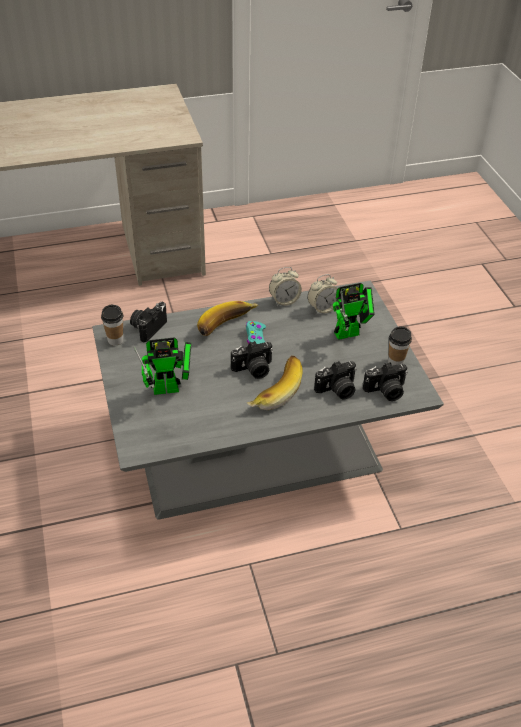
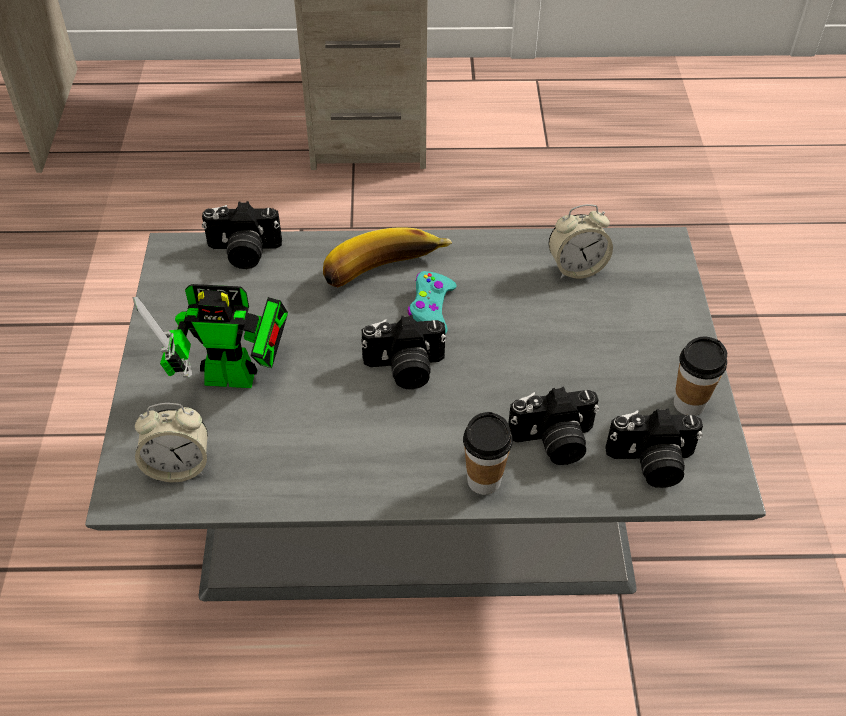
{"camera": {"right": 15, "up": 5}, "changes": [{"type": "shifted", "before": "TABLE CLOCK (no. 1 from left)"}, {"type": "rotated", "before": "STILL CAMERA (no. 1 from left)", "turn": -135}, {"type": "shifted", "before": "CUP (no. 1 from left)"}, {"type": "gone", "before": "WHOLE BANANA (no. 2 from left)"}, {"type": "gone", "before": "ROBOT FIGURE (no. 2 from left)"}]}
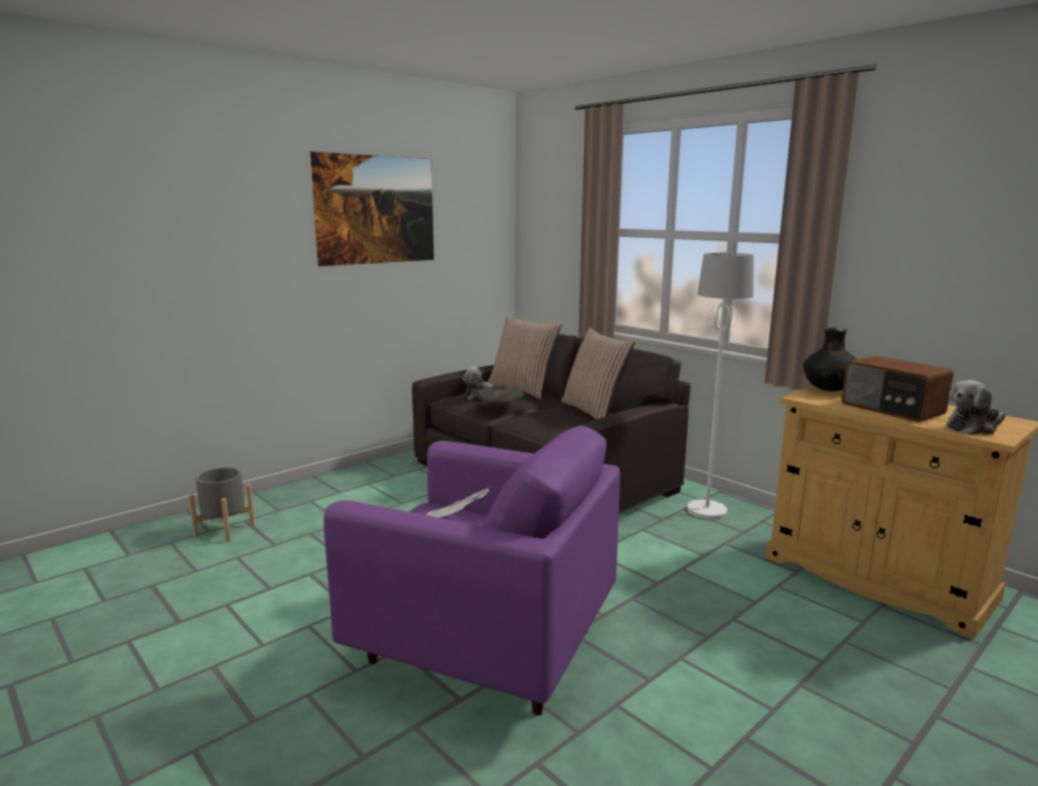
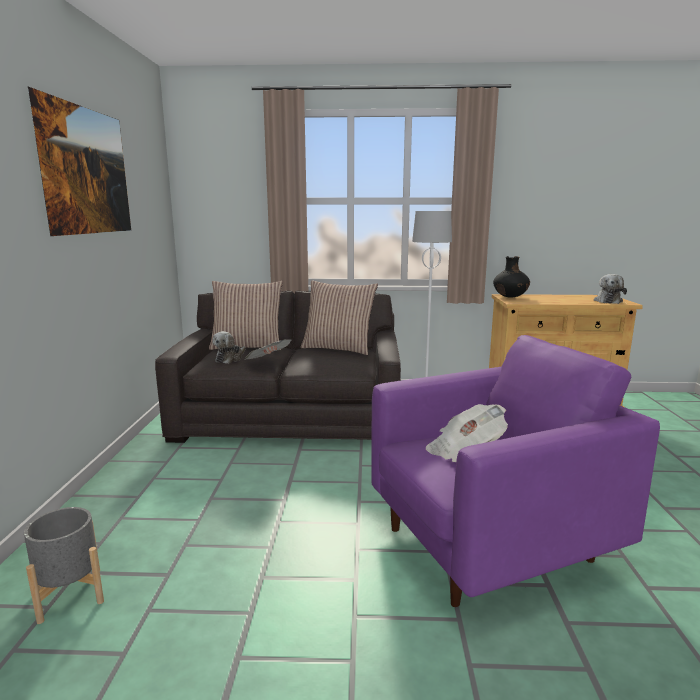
{"camera": {"right": -45, "up": 0}, "changes": [{"type": "gone", "before": "RADIO"}]}
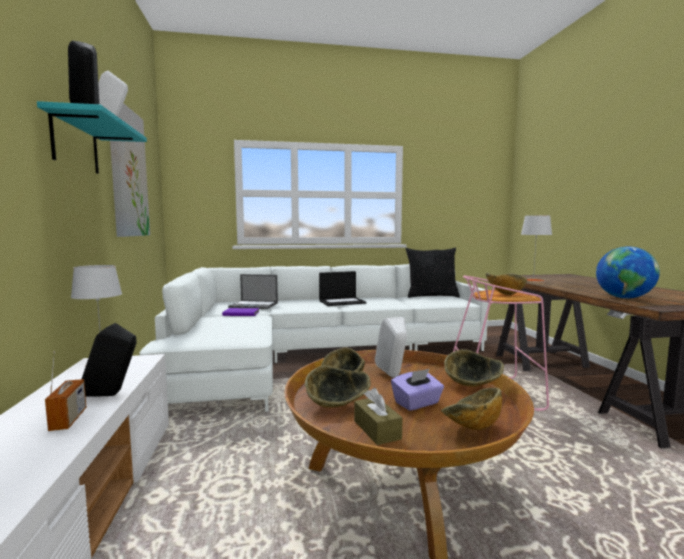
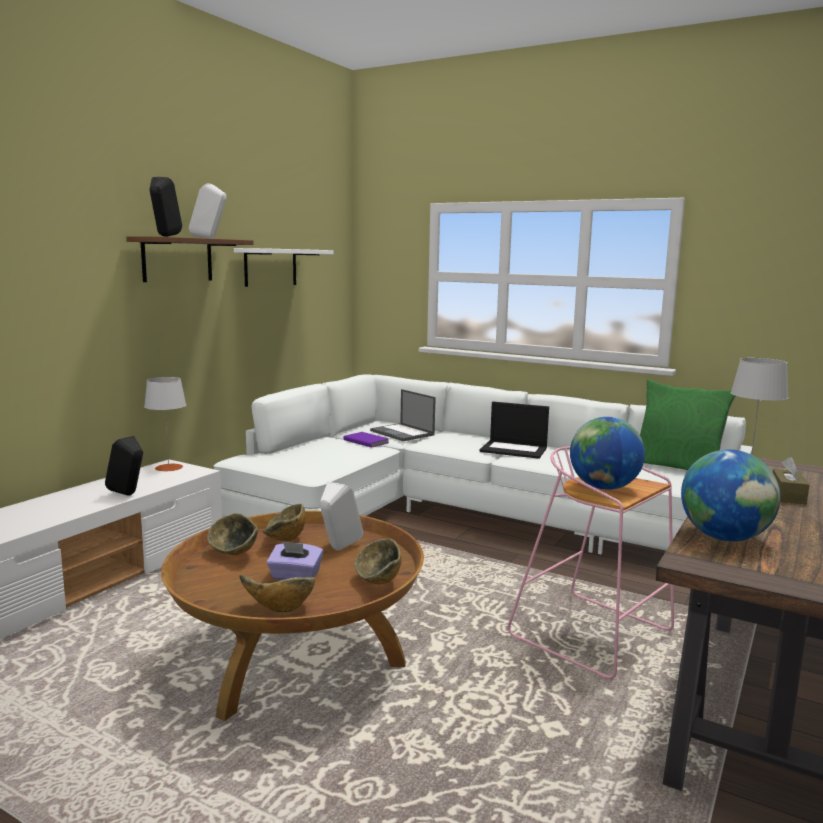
{"camera": {"right": 40, "up": 5}, "changes": [{"type": "repainted", "before": "TURQUOISE BRACKET SHELF", "after": "BROWN BRACKET SHELF"}, {"type": "swapped", "before": "WALL ART", "after": "WHITE-COLOURED BRACKET SHELF"}, {"type": "swapped", "before": "SERVING BOWL (no. 5 from left)", "after": "WORLD GLOBE (no. 1 from left)"}, {"type": "repainted", "before": "BLACKISH PILLOW", "after": "GREENISH PILLOW"}, {"type": "shifted", "before": "BROWN BOX OF TISSUES"}, {"type": "gone", "before": "RADIO"}]}
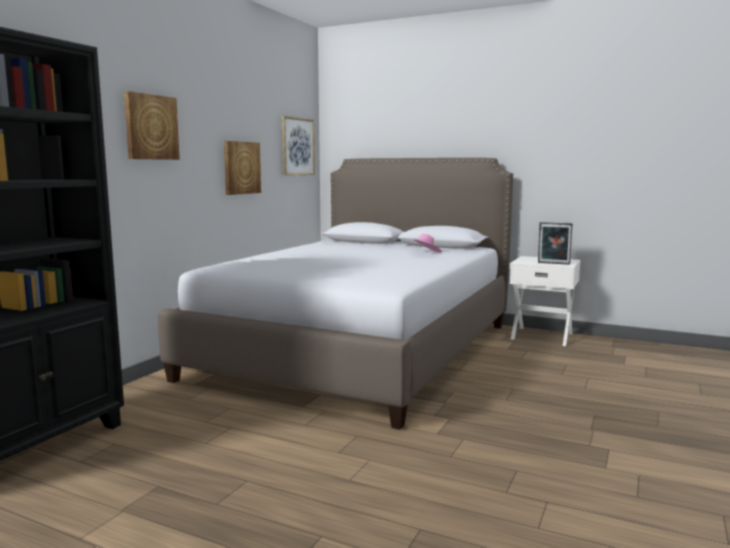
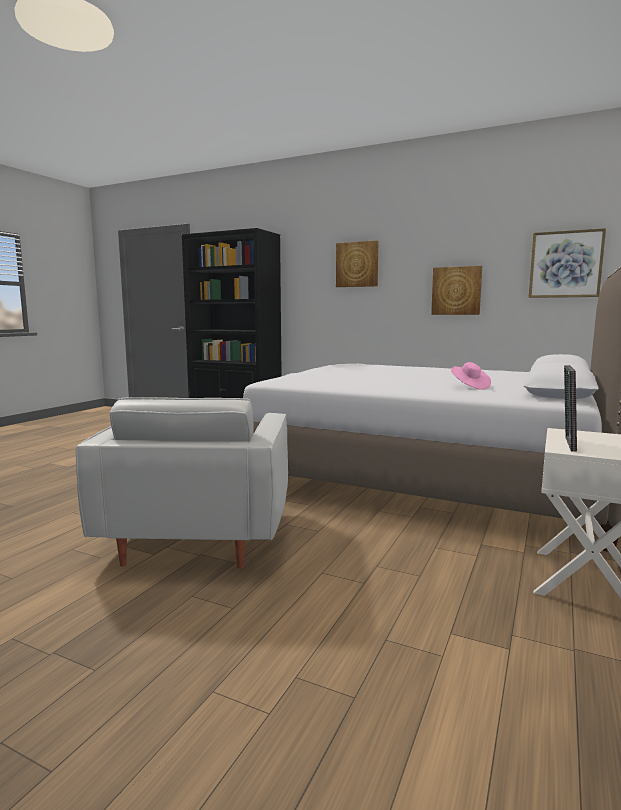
{"camera": {"right": 90, "up": 0}, "changes": [{"type": "new", "after": "WHITE-COLOURED EASY CHAIR"}]}
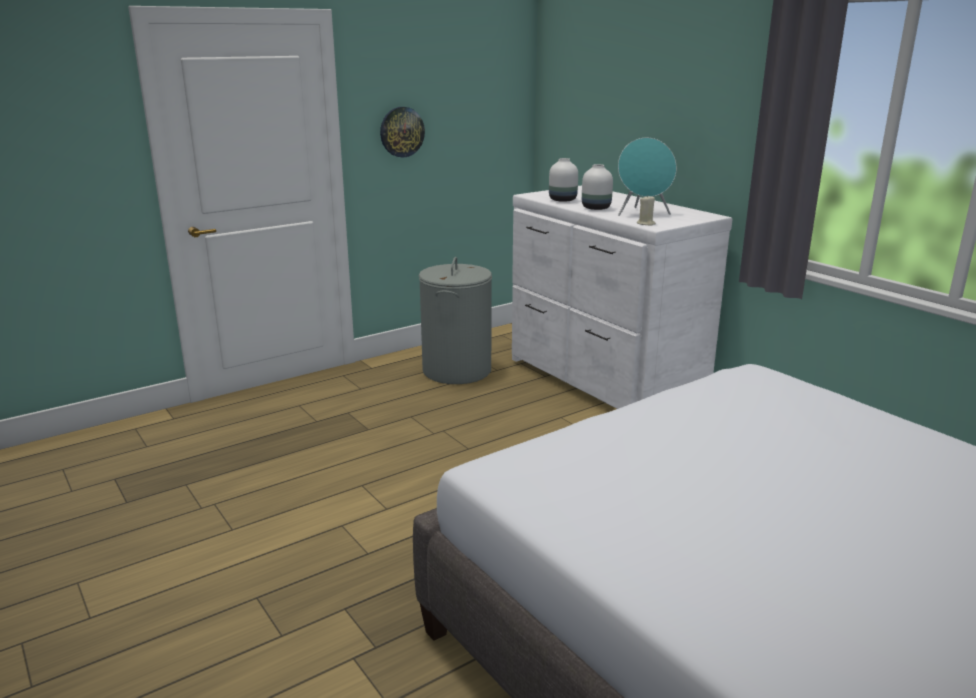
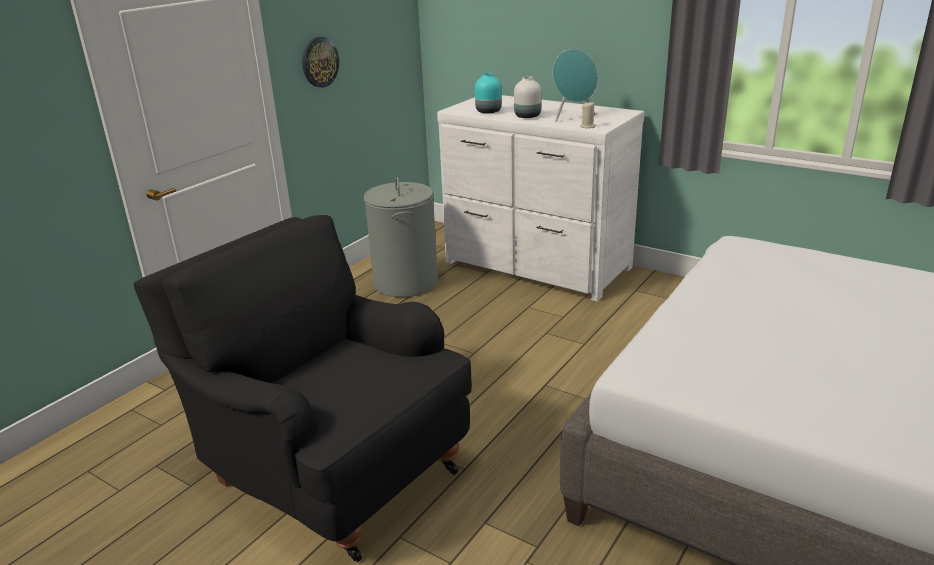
{"camera": {"right": -20, "up": 5}, "changes": [{"type": "new", "after": "BLACKISH EASY CHAIR"}, {"type": "repainted", "before": "WHITE-COLOURED VASE (no. 1 from left)", "after": "TURQUOISE VASE"}]}
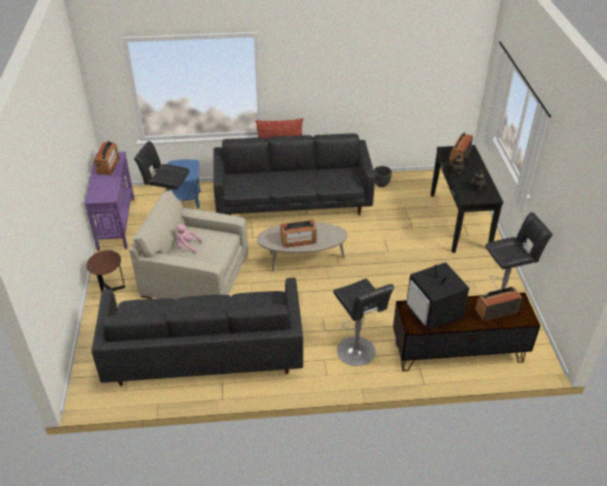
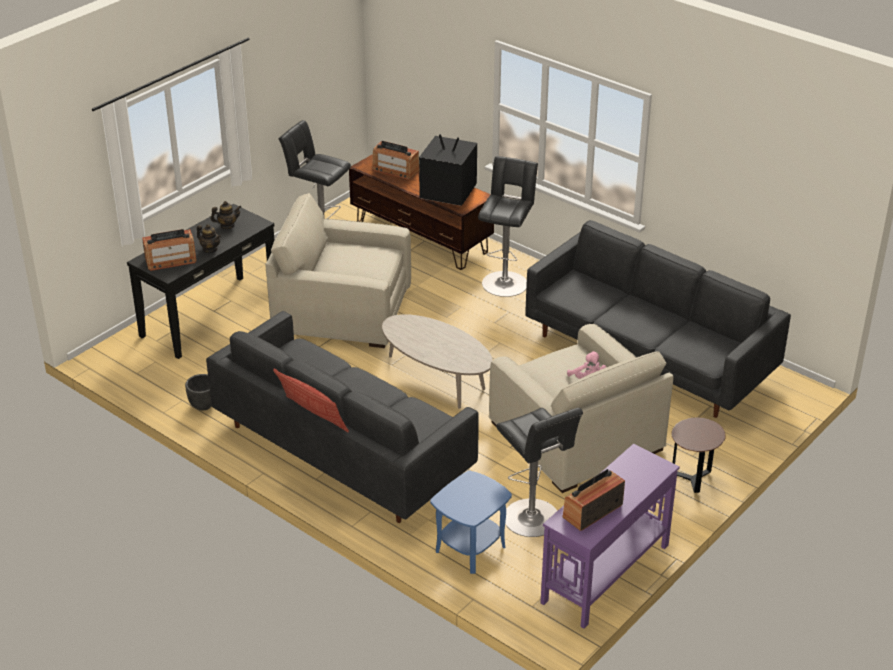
{"camera": {"right": -135, "up": -5}, "changes": [{"type": "new", "after": "SAND-COLOURED EASY CHAIR (no. 1 from left)"}, {"type": "rotated", "before": "TV", "turn": -90}, {"type": "gone", "before": "RADIO (no. 2 from left)"}]}
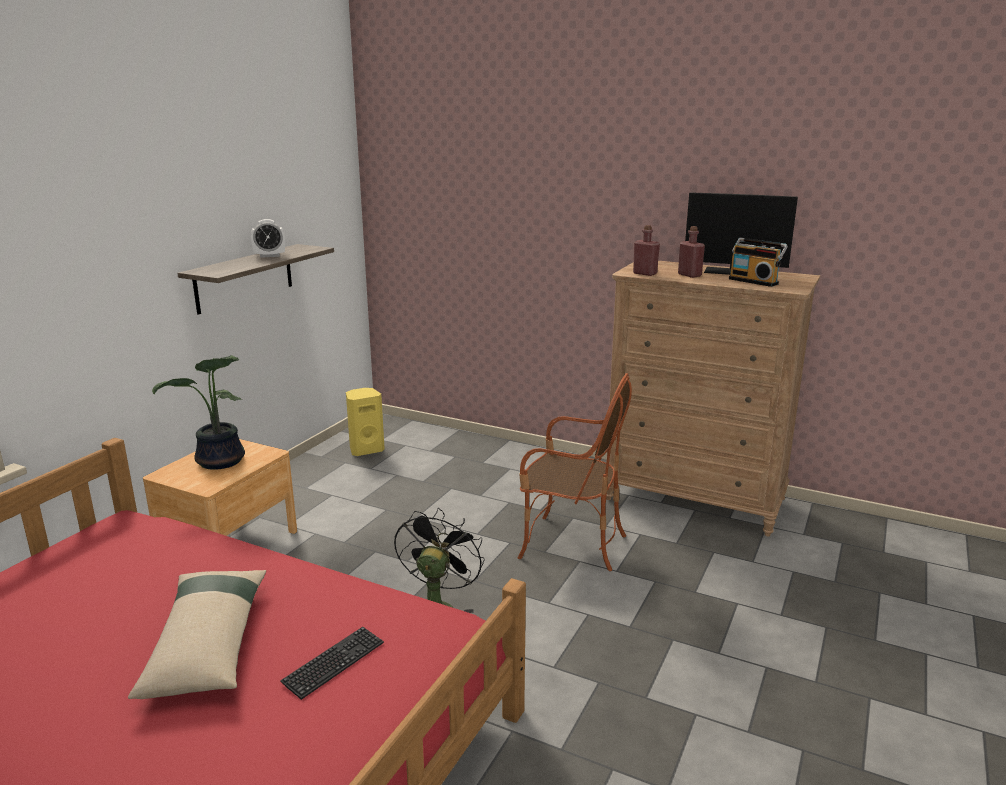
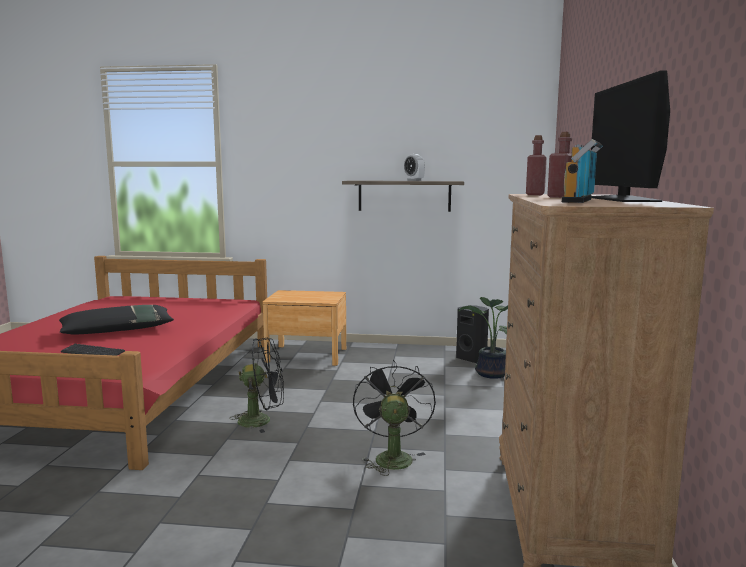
{"camera": {"right": 70, "up": -10}, "changes": [{"type": "repainted", "before": "SAND-COLOURED PILLOW", "after": "BLACKISH PILLOW"}, {"type": "swapped", "before": "EASY CHAIR", "after": "BLACKISH ELECTRIC FAN (no. 2 from left)"}, {"type": "repainted", "before": "YELLOWISH AUDIO SPEAKER", "after": "BLACKISH AUDIO SPEAKER"}, {"type": "shifted", "before": "HOUSEPLANT"}]}
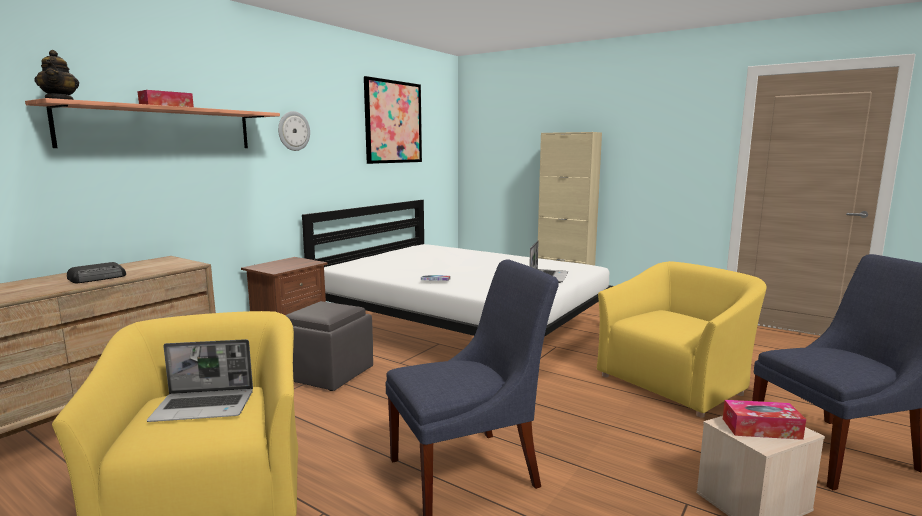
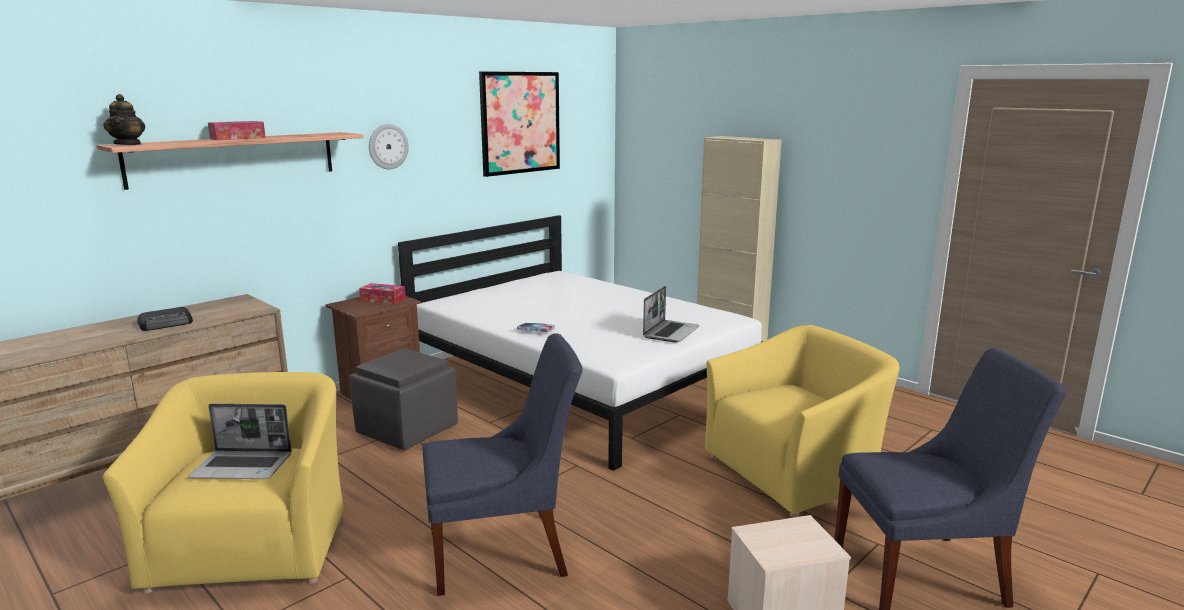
{"camera": {"right": 10, "up": 5}, "changes": [{"type": "shifted", "before": "BOX OF TISSUES (no. 2 from left)"}]}
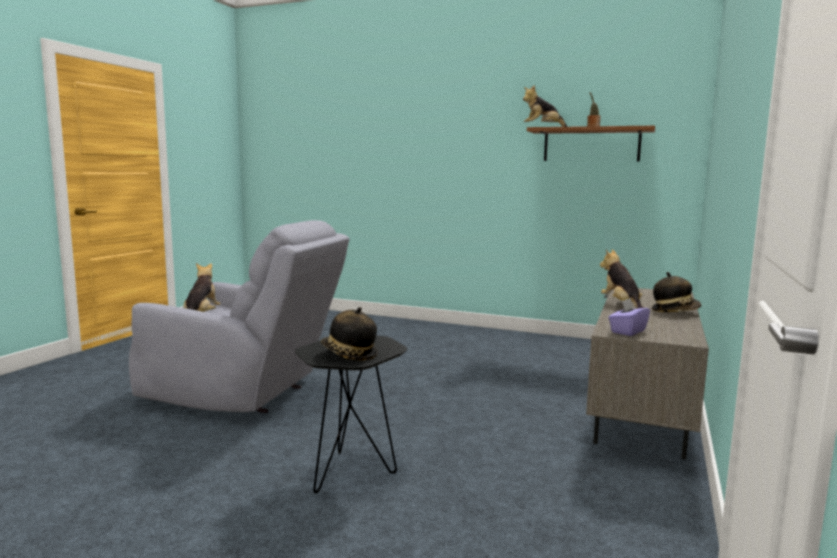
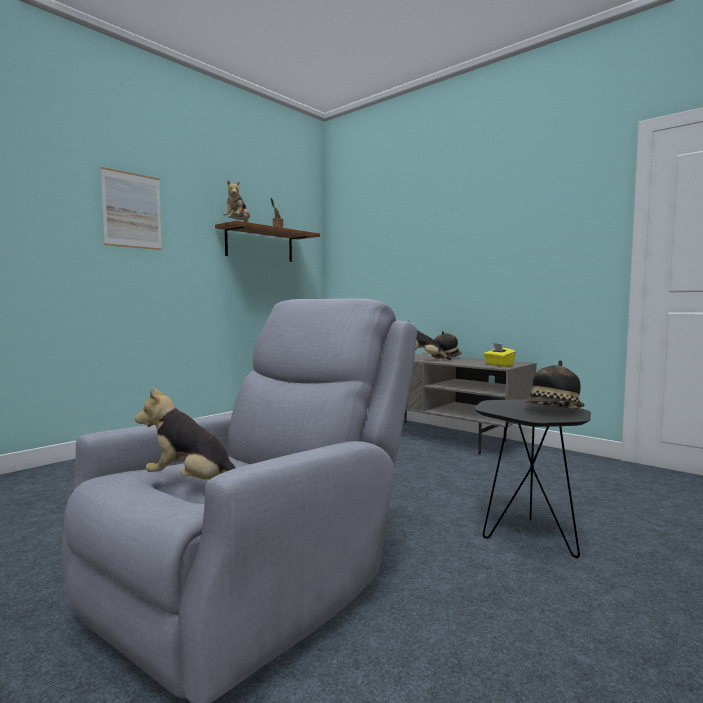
{"camera": {"right": -70, "up": -5}, "changes": [{"type": "new", "after": "WALL ART"}, {"type": "repainted", "before": "PURPLE-COLOURED BOX OF TISSUES", "after": "YELLOWISH BOX OF TISSUES"}]}
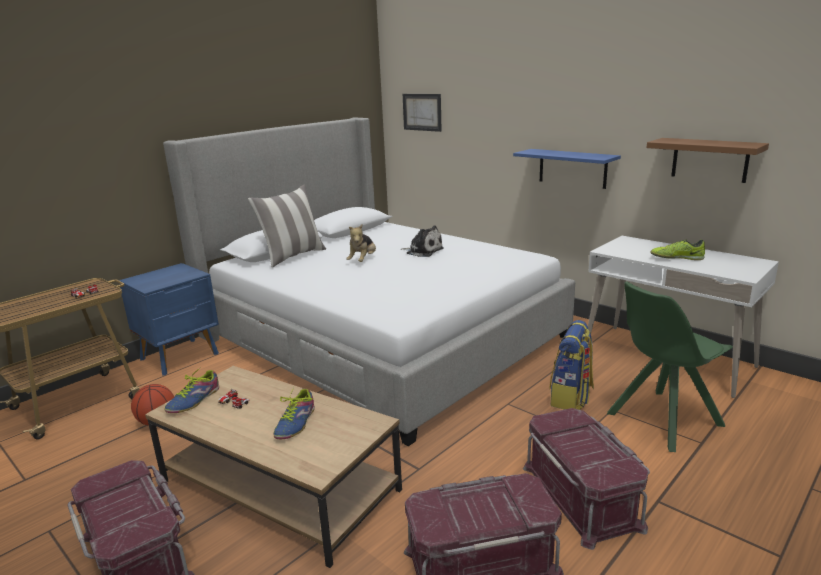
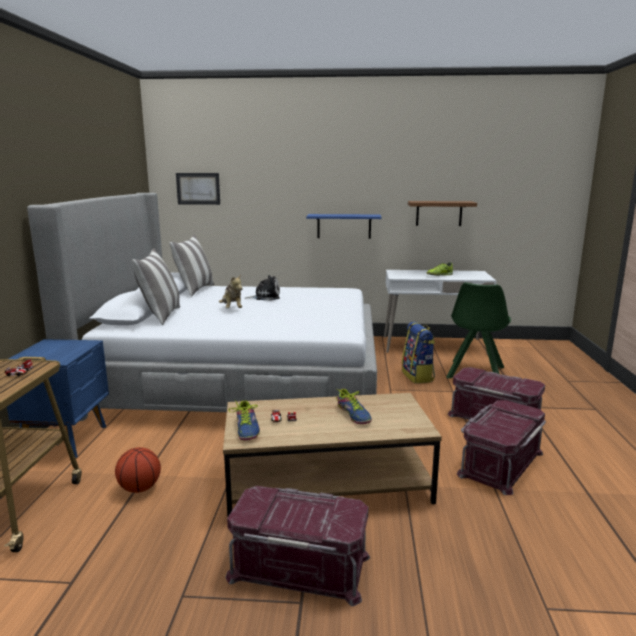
{"camera": {"right": -40, "up": -5}, "changes": [{"type": "new", "after": "PILLOW (no. 2 from left)"}]}
